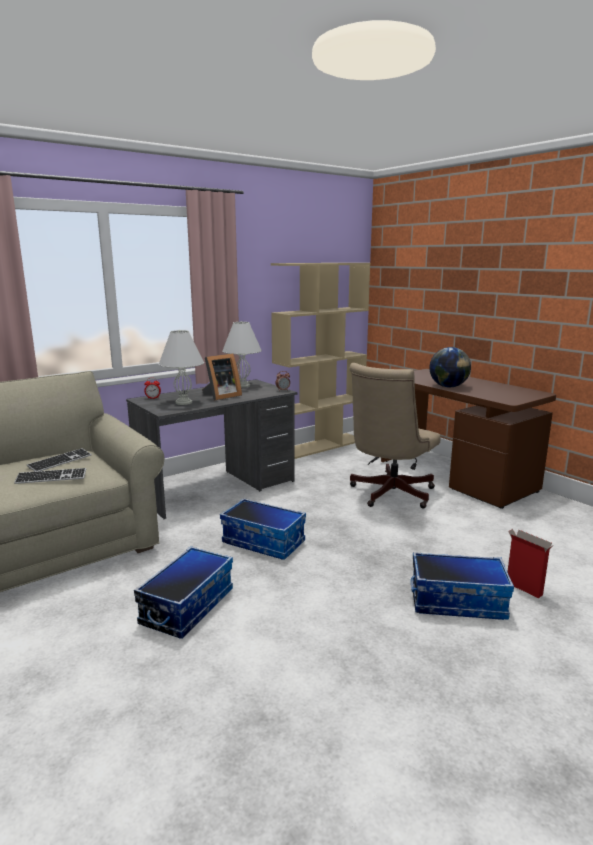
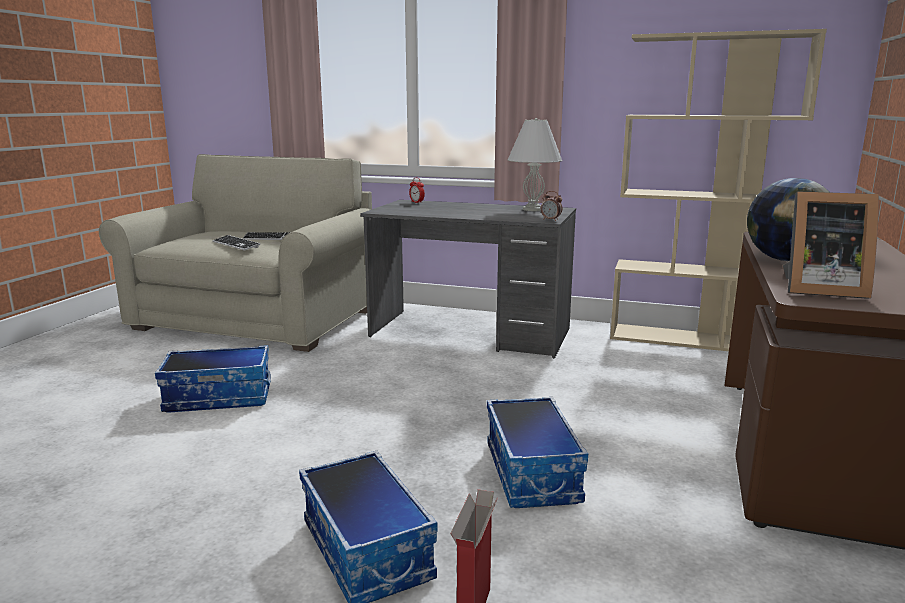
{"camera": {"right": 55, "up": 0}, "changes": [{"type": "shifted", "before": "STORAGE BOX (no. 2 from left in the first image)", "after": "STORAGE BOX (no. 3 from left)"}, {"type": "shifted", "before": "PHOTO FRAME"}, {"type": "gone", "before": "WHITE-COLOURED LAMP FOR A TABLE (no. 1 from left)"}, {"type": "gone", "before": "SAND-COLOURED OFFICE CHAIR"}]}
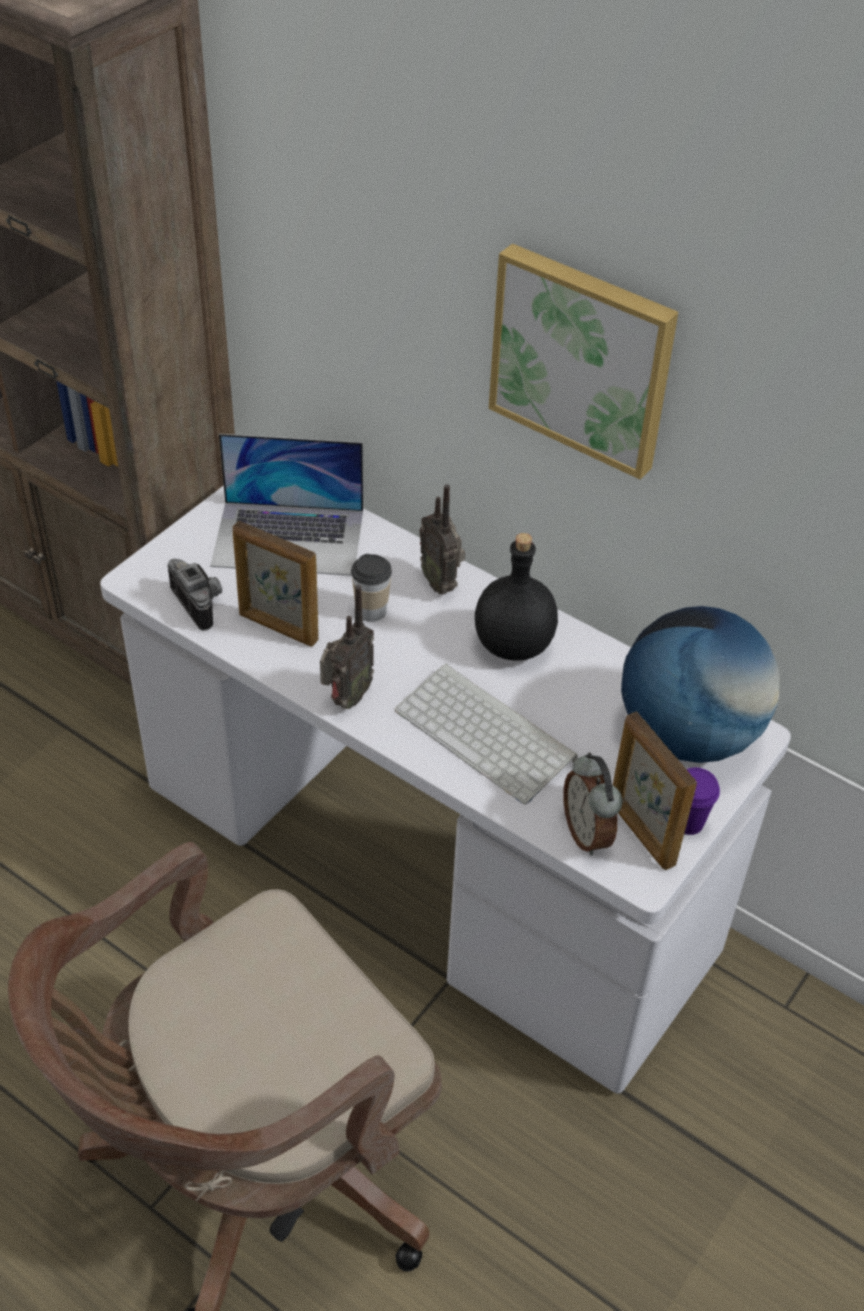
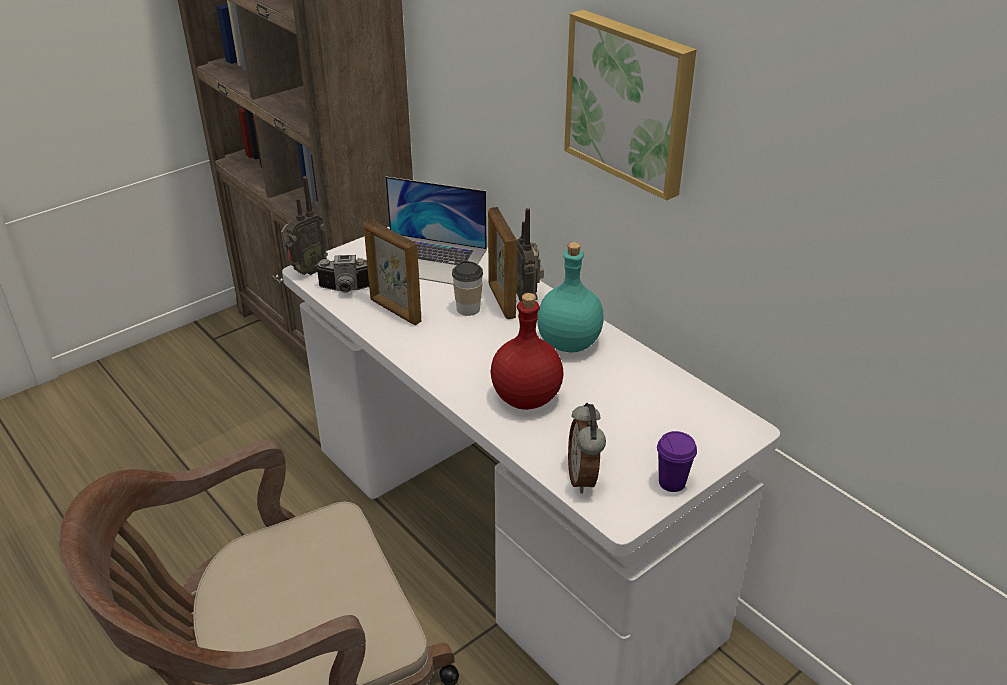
{"camera": {"right": 15, "up": -10}, "changes": [{"type": "shifted", "before": "RADIO (no. 1 from left)"}, {"type": "rotated", "before": "STILL CAMERA", "turn": 105}, {"type": "shifted", "before": "PHOTO FRAME (no. 2 from left)"}, {"type": "swapped", "before": "KEYBOARD", "after": "RED-COLOURED DRINK BOTTLE"}, {"type": "repainted", "before": "BLACKISH DRINK BOTTLE", "after": "TURQUOISE DRINK BOTTLE"}, {"type": "gone", "before": "WORLD GLOBE"}]}
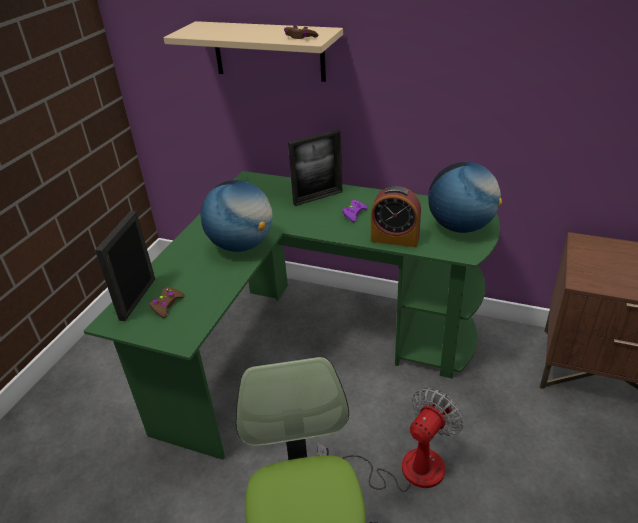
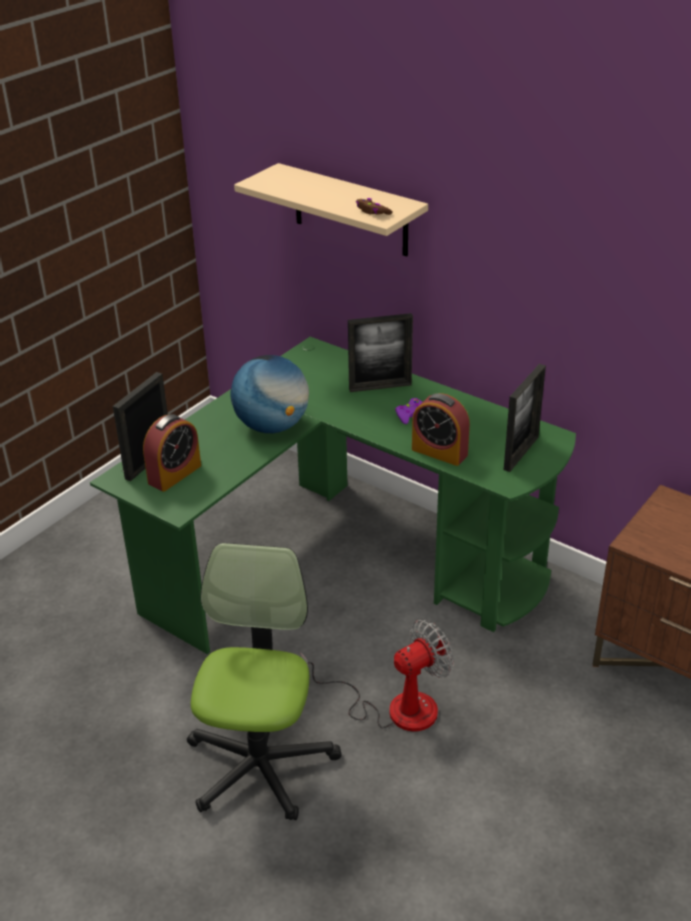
{"camera": {"right": 15, "up": 0}, "changes": [{"type": "swapped", "before": "BROWN GAME CONTROLLER (no. 1 from left)", "after": "TABLE CLOCK (no. 1 from left)"}, {"type": "swapped", "before": "WORLD GLOBE (no. 2 from left)", "after": "PHOTO FRAME (no. 3 from left)"}]}
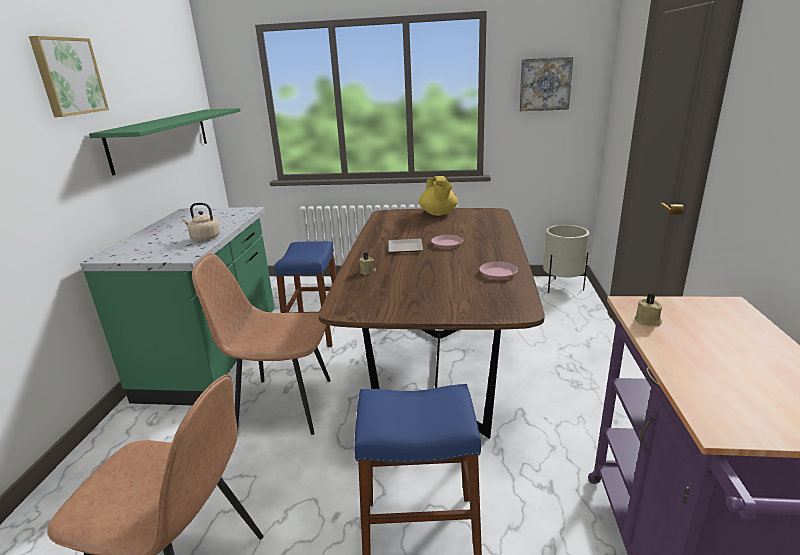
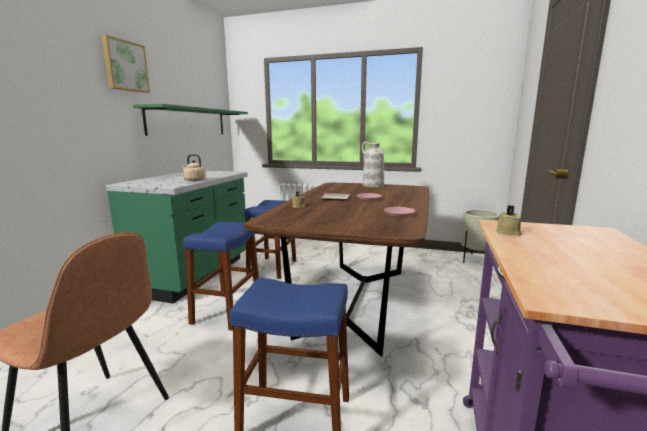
{"camera": {"right": 10, "up": -10}, "changes": [{"type": "swapped", "before": "BROWN PLAIN CHAIR (no. 2 from left)", "after": "BLUE STOOL SEAT (no. 1 from left)"}, {"type": "swapped", "before": "YELLOWISH TEA POT", "after": "WHITE-COLOURED VASE"}, {"type": "gone", "before": "WALL ART (no. 2 from left)"}]}
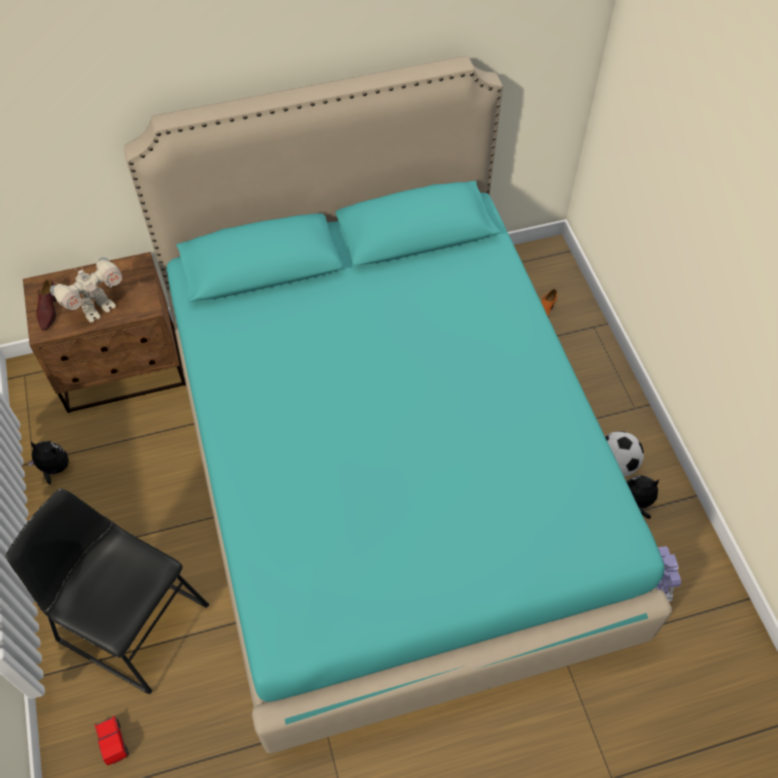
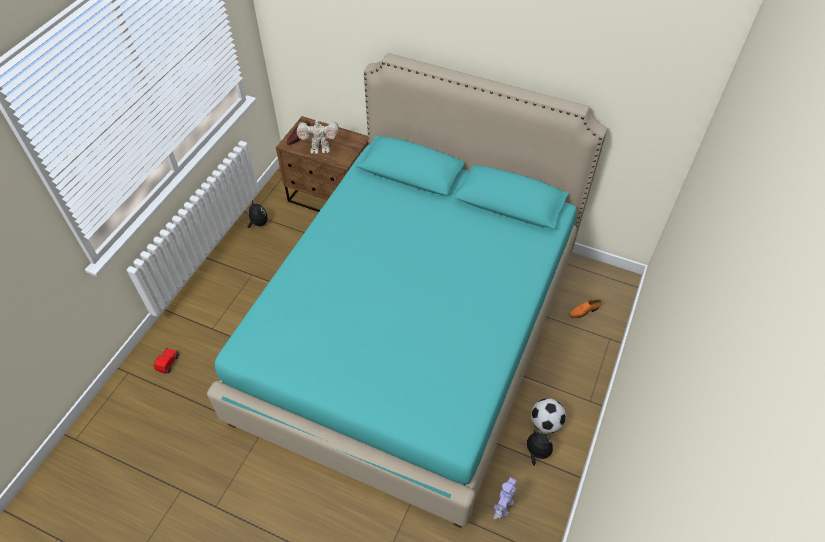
{"camera": {"right": 40, "up": -5}, "changes": [{"type": "gone", "before": "BLACKISH PLAIN CHAIR"}]}
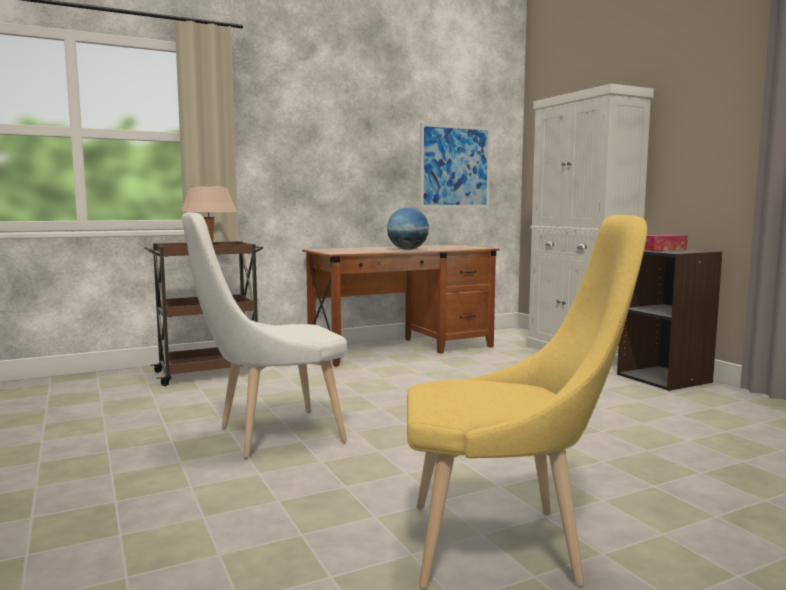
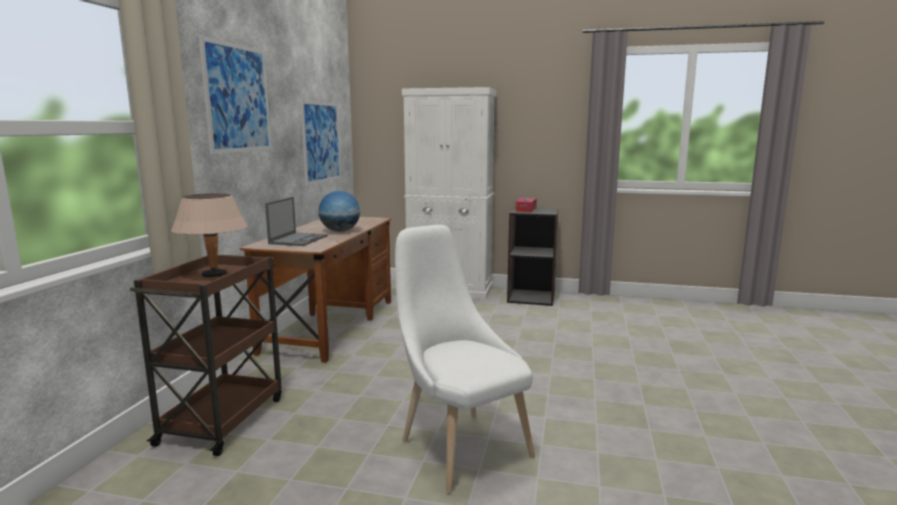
{"camera": {"right": -50, "up": 5}, "changes": [{"type": "new", "after": "WALL ART (no. 1 from left)"}, {"type": "new", "after": "NOTEBOOK COMPUTER"}, {"type": "rotated", "before": "WHITE-COLOURED PLAIN CHAIR", "turn": 135}, {"type": "gone", "before": "YELLOWISH PLAIN CHAIR"}]}
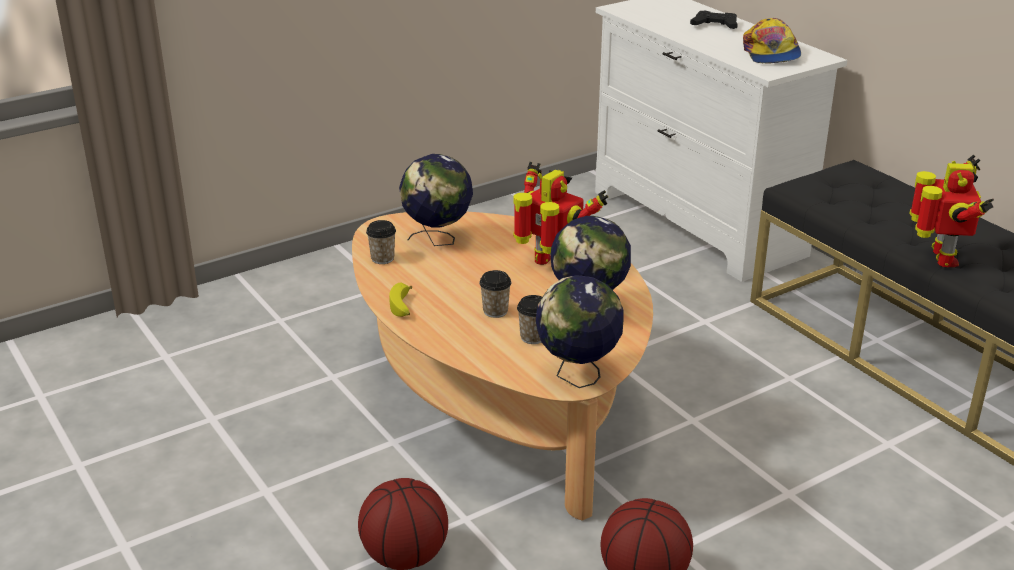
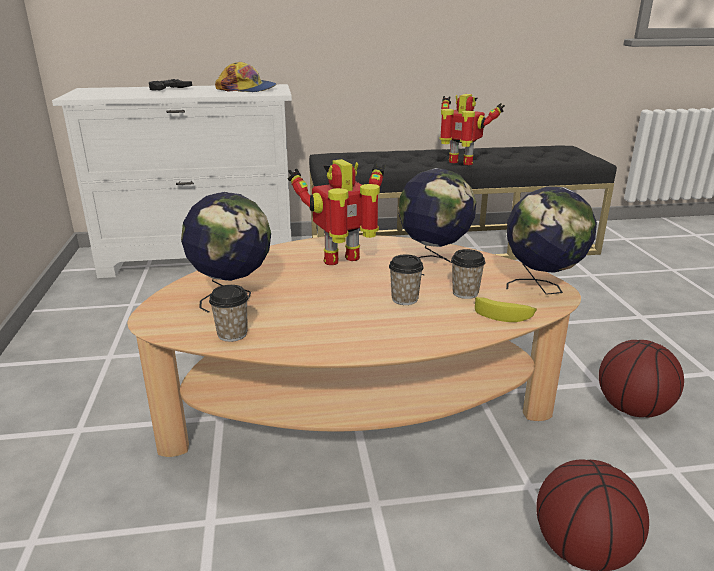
{"camera": {"right": -65, "up": -5}, "changes": [{"type": "shifted", "before": "WHOLE BANANA"}]}
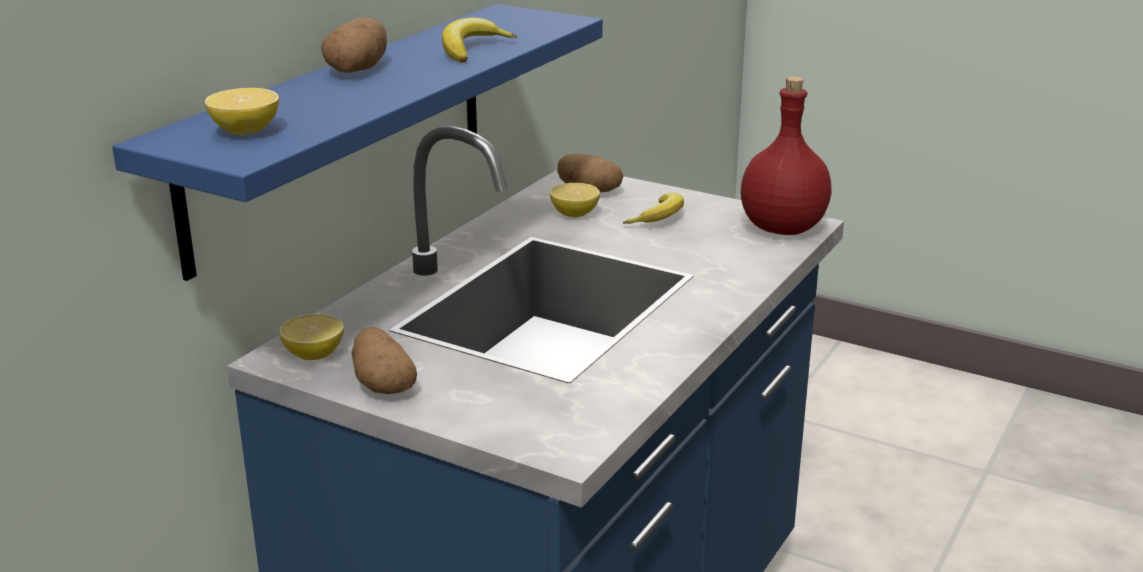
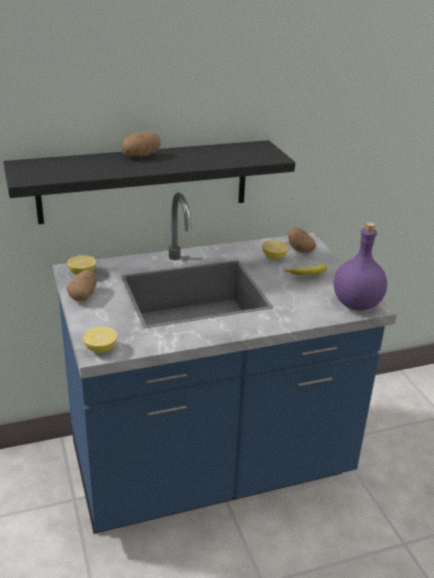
{"camera": {"right": 40, "up": 5}, "changes": [{"type": "repainted", "before": "BLUE BRACKET SHELF", "after": "BLACKISH BRACKET SHELF"}, {"type": "shifted", "before": "WHOLE LEMON (no. 1 from left in the first image)", "after": "WHOLE LEMON (no. 2 from left)"}, {"type": "repainted", "before": "RED-COLOURED DRINK BOTTLE", "after": "PURPLE-COLOURED DRINK BOTTLE"}, {"type": "gone", "before": "WHOLE BANANA (no. 1 from left)"}]}
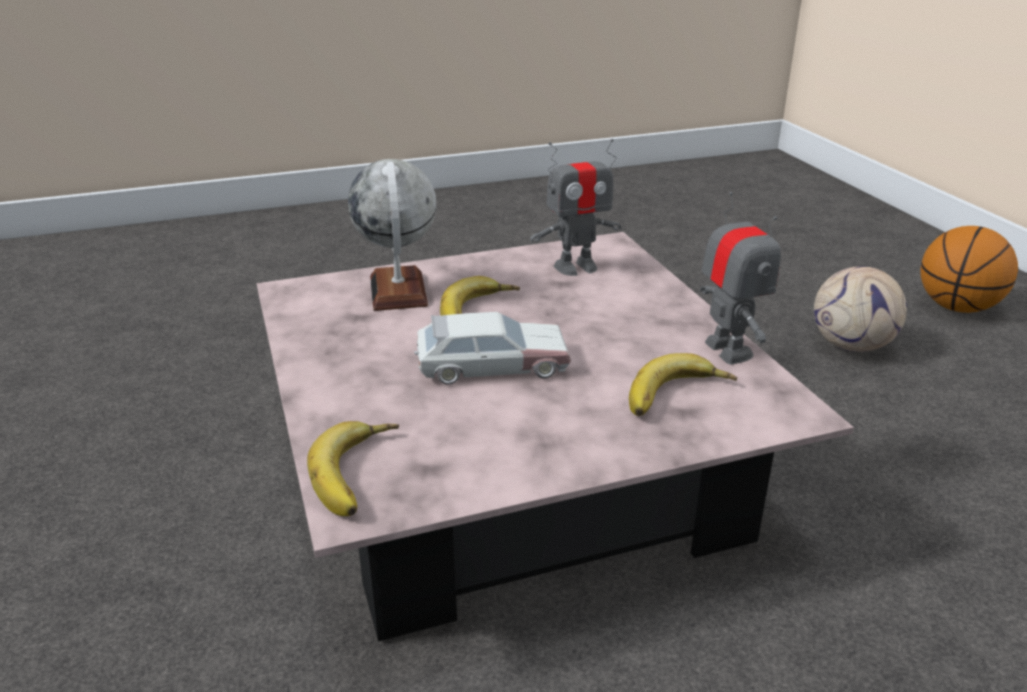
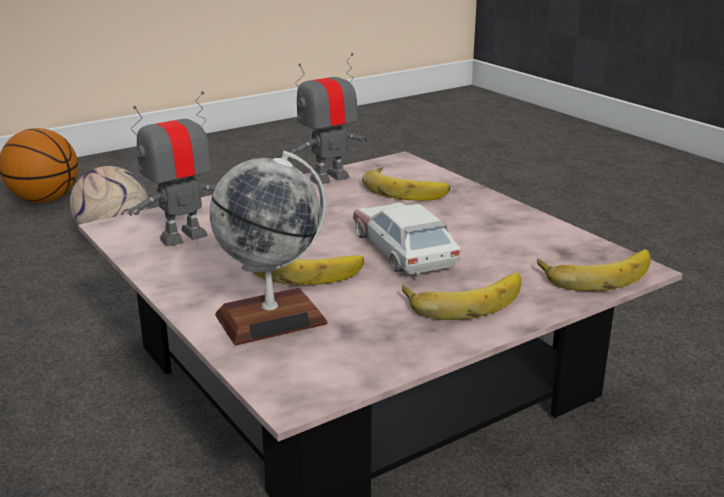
{"camera": {"right": -105, "up": -5}, "changes": [{"type": "rotated", "before": "ROBOT FIGURE (no. 1 from left)", "turn": -90}, {"type": "new", "after": "WHOLE BANANA (no. 3 from left)"}]}
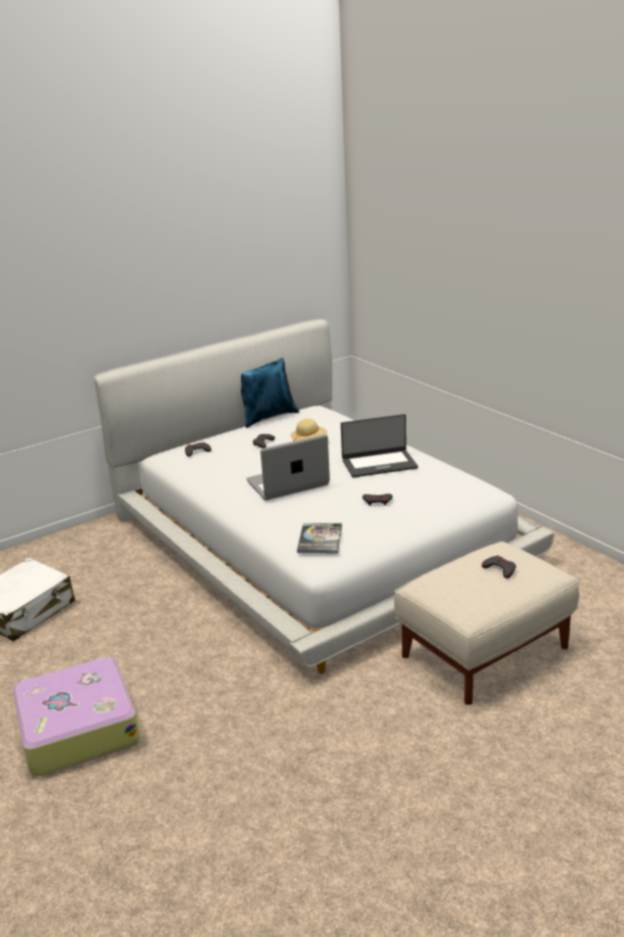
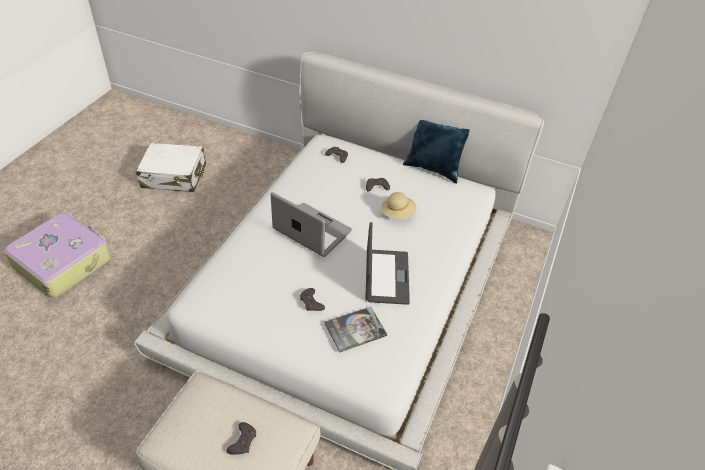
{"camera": {"right": 55, "up": 20}, "changes": [{"type": "shifted", "before": "VOLUME"}, {"type": "rotated", "before": "NOTEBOOK COMPUTER (no. 2 from left)", "turn": -135}]}
